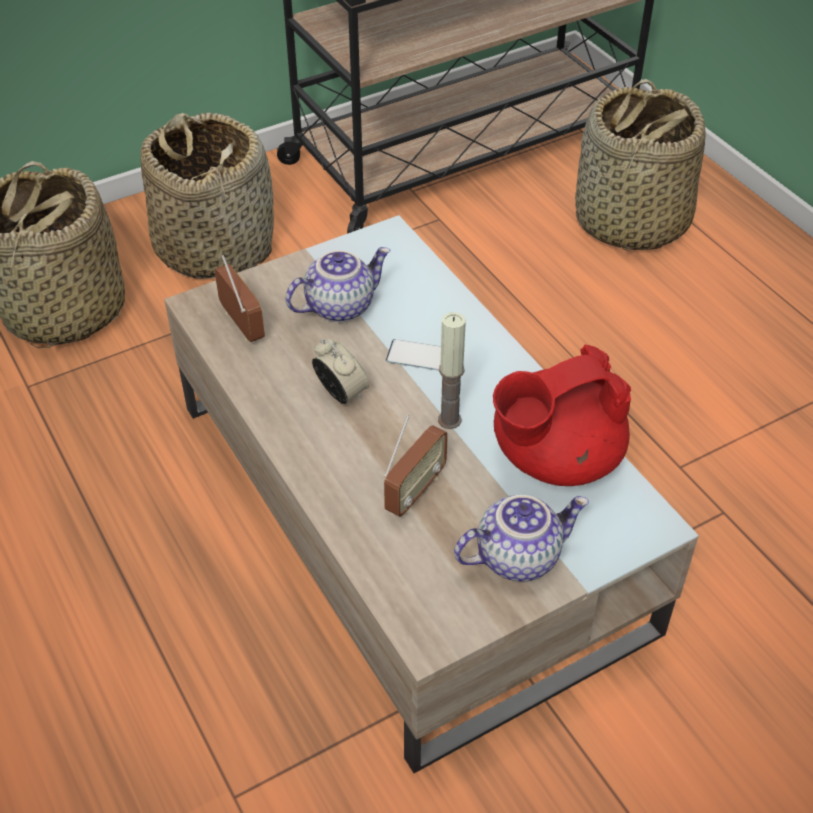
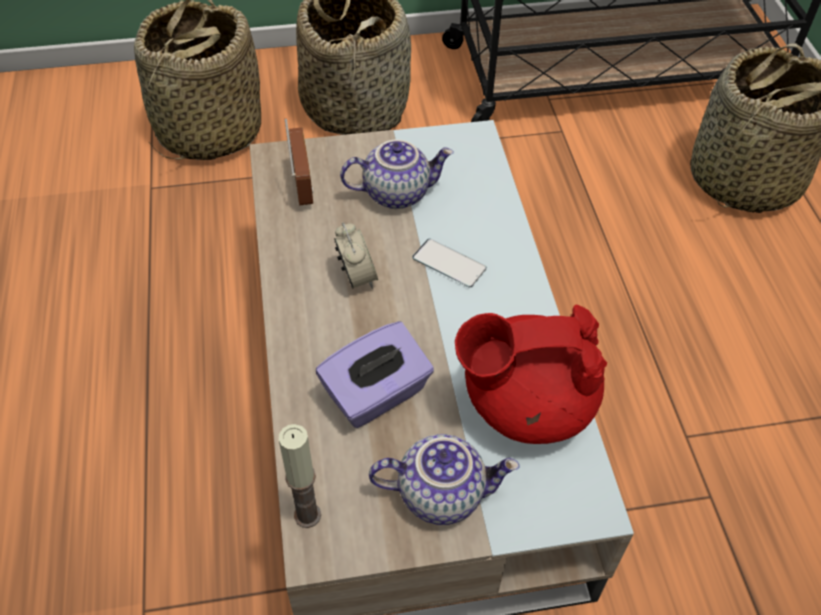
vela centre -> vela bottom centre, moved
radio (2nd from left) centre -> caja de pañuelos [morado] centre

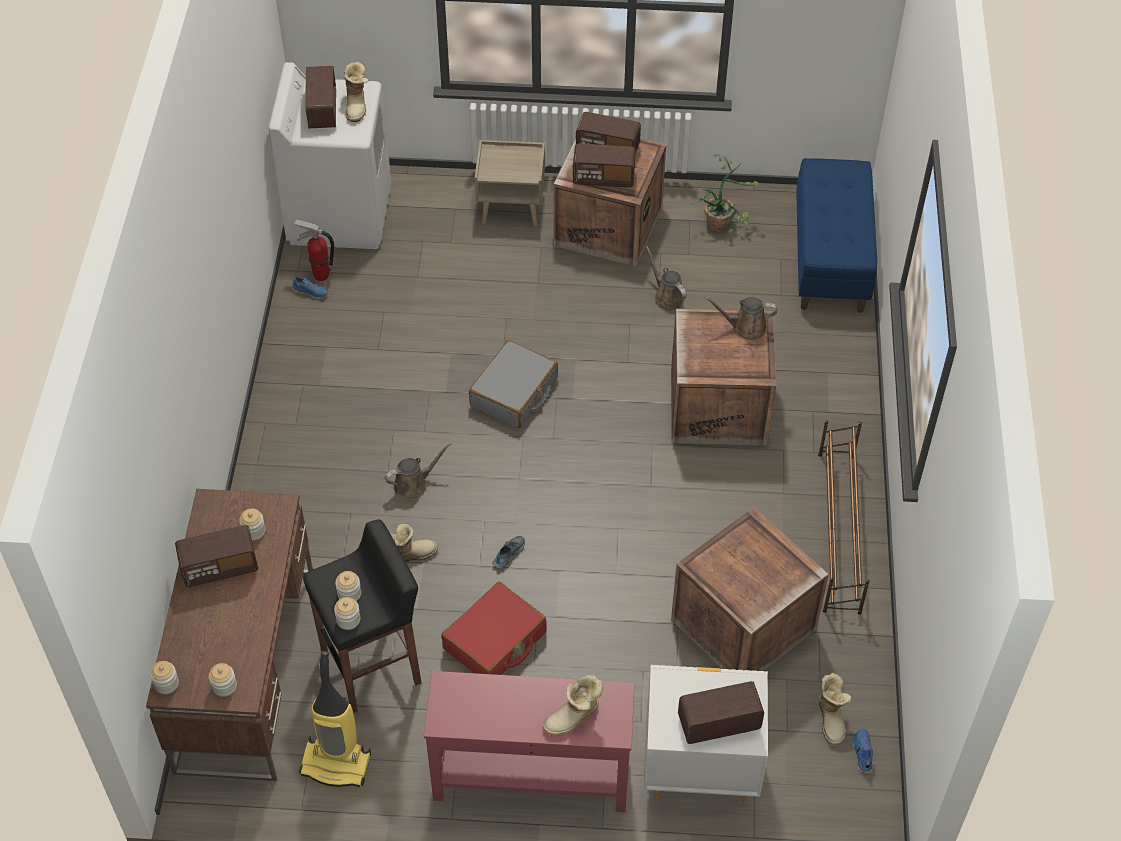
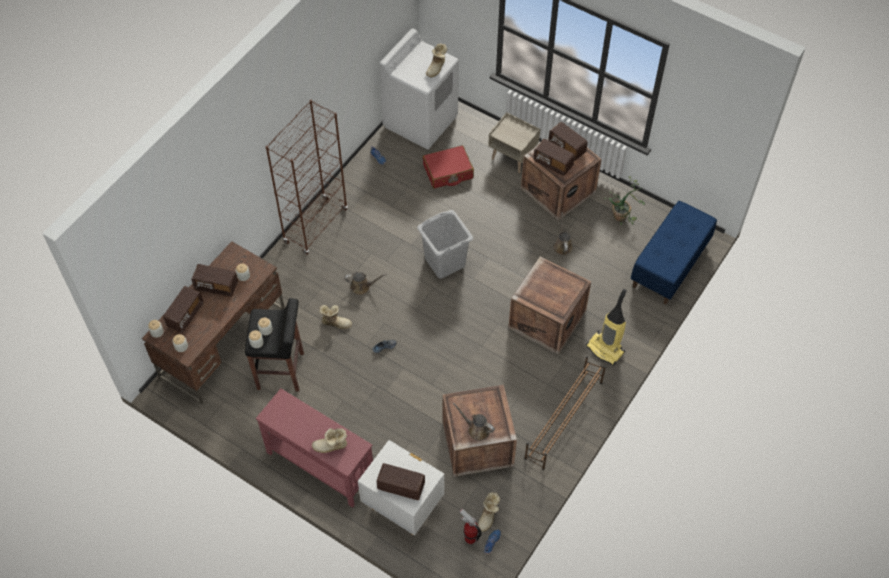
radio (2nd from left in the first image) top left -> radio (1st from left) middle left, moved
extintor top left -> extintor bottom centre, moved
regadera [marrón] (3rd from left in the first image) centre -> regadera [marrón] (2nd from left) bottom centre, moved
maleta [gris] centre -> cesto de la ropa [gris] centre
maleta [rojo] bottom centre -> maleta [rojo] top centre, moved
aspiradora bottom left -> aspiradora middle right, moved
none -> estantería [marrón] top centre

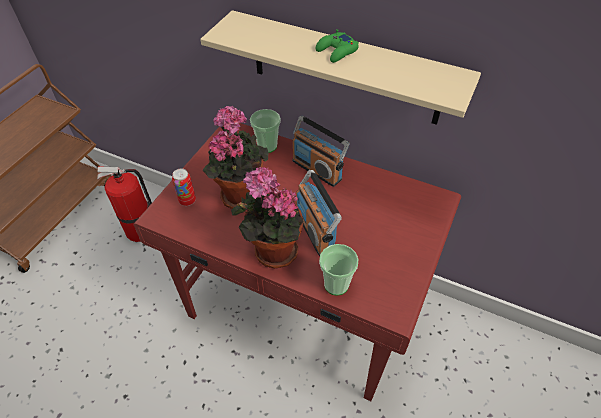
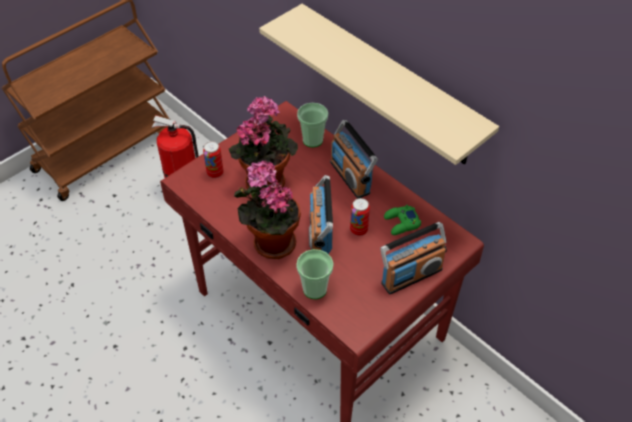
mando de consola [verde] top centre -> mando de consola [verde] centre, moved
none -> lata (2nd from left) centre
none -> radio (3rd from left) centre

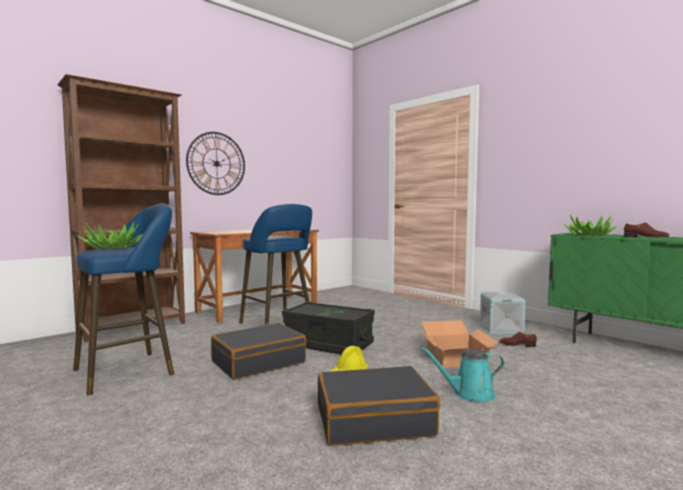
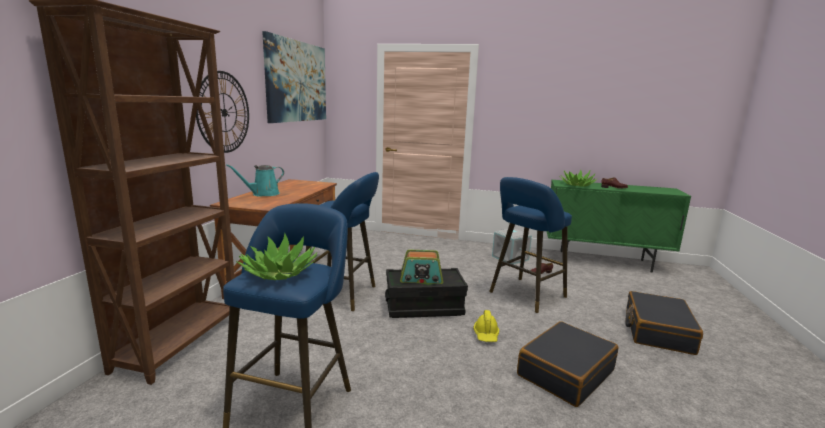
caja de cartón bottom right -> taburete [azul] (3rd from left) centre
maleta [negro] (1st from left in the first image) bottom centre -> maleta [negro] (2nd from left) bottom right, moved
regadera [turquesa] bottom right -> regadera [turquesa] middle left, moved
none -> cuadro top centre
none -> radio centre

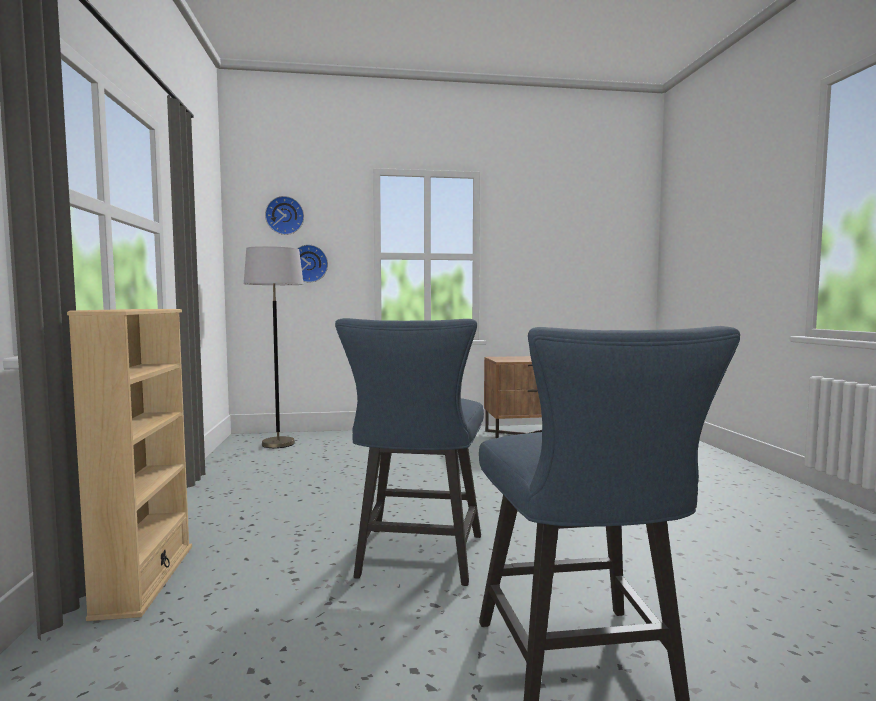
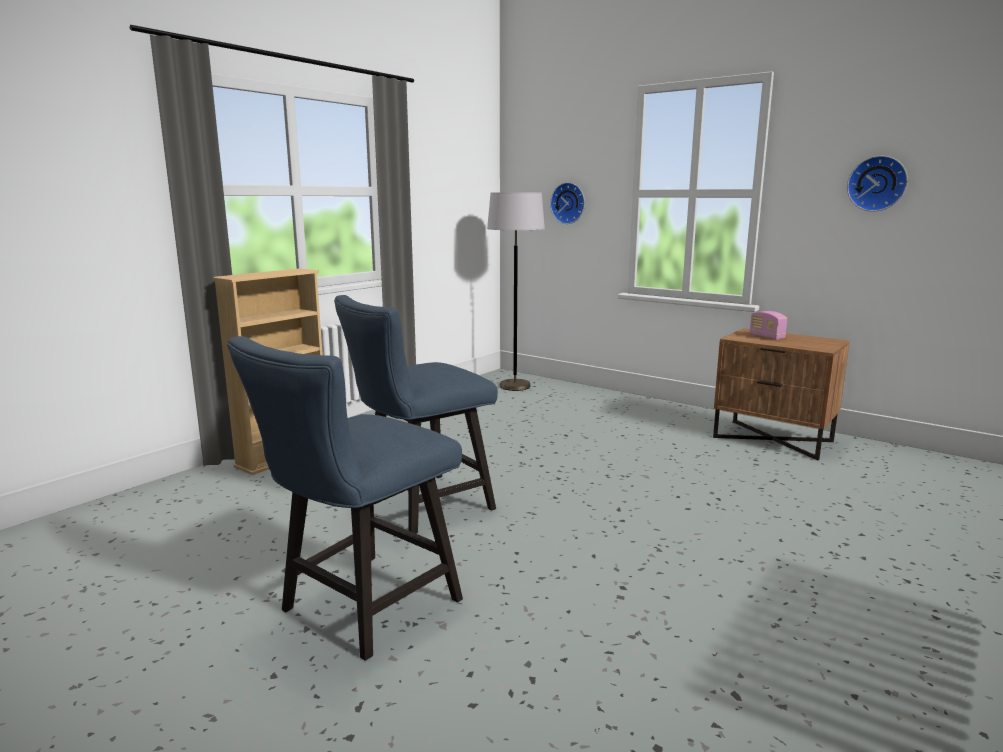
reloj de pared (1st from left in the first image) top left -> reloj de pared (2nd from left) top right, moved
none -> radio middle right

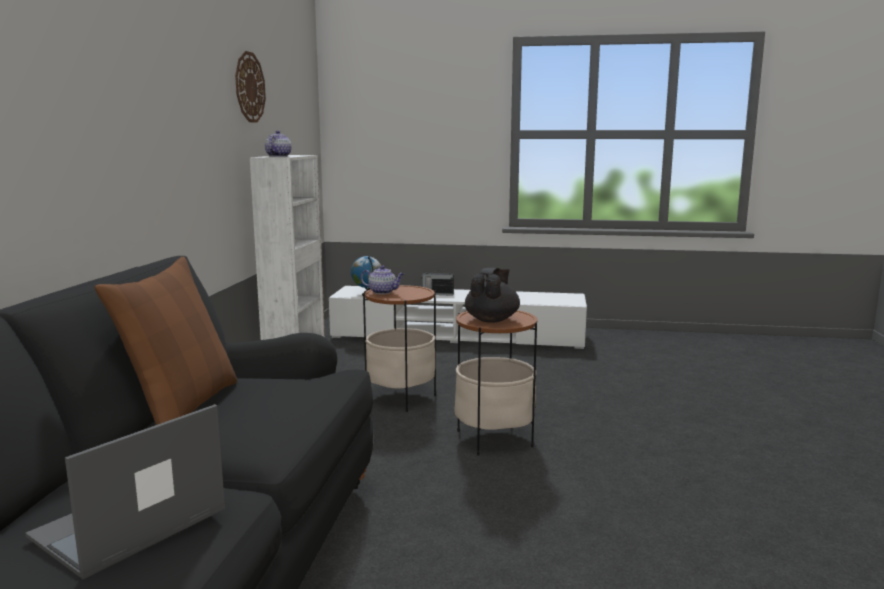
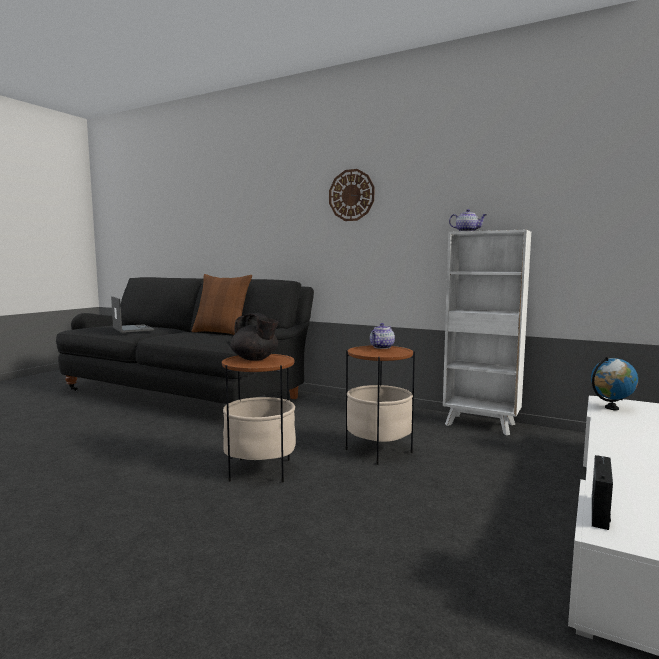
reloj de pared top left -> reloj de pared top centre, moved
radio centre -> radio bottom right, moved

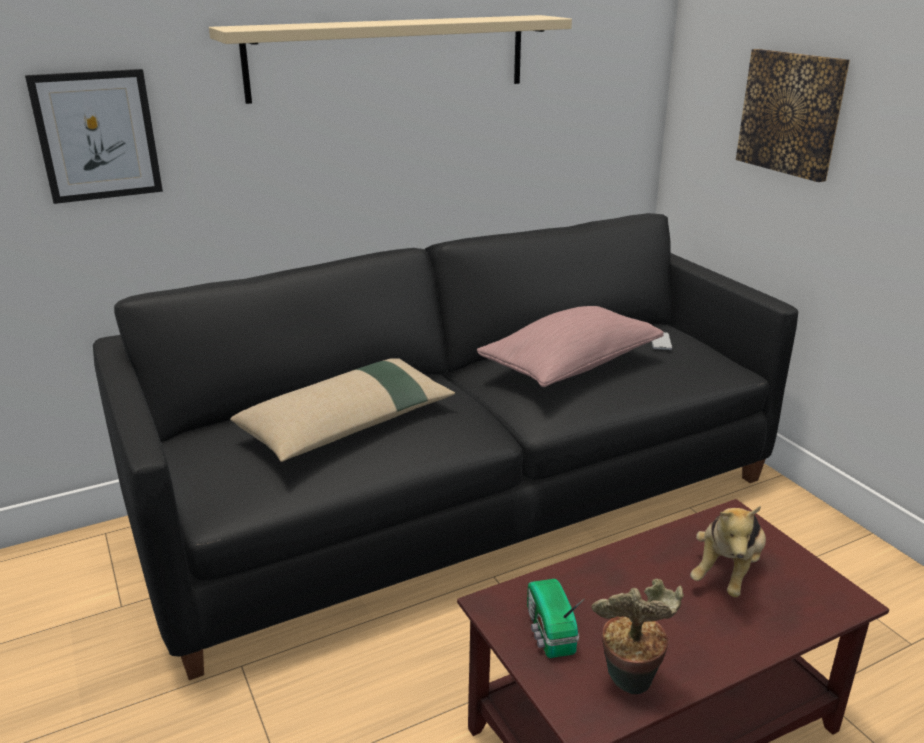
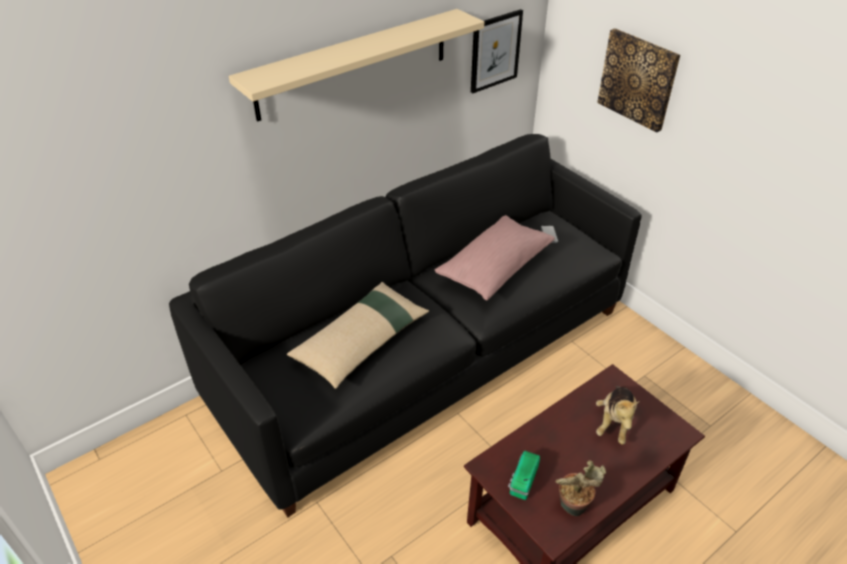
cuadro (1st from left) top left -> cuadro (1st from left) top centre, moved
radio bottom centre, 45 degrees clockwise

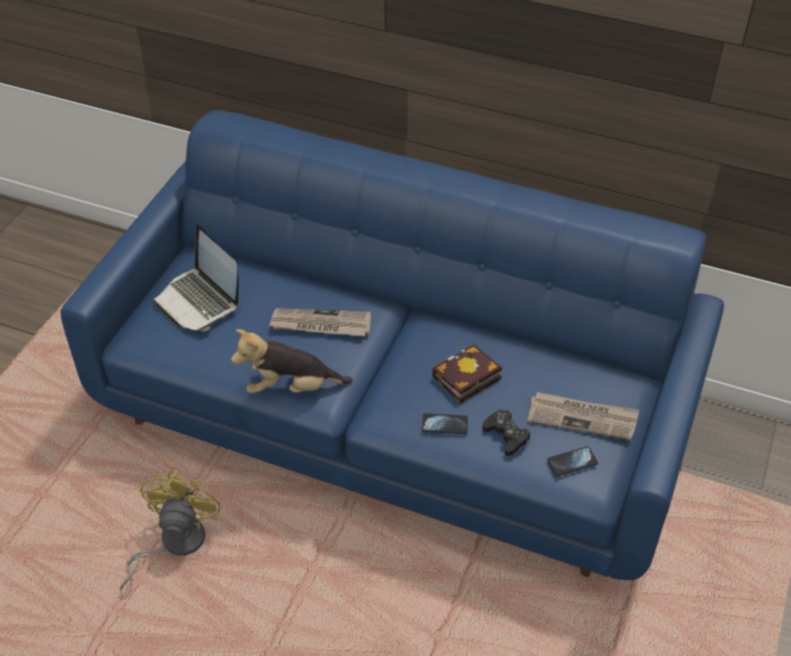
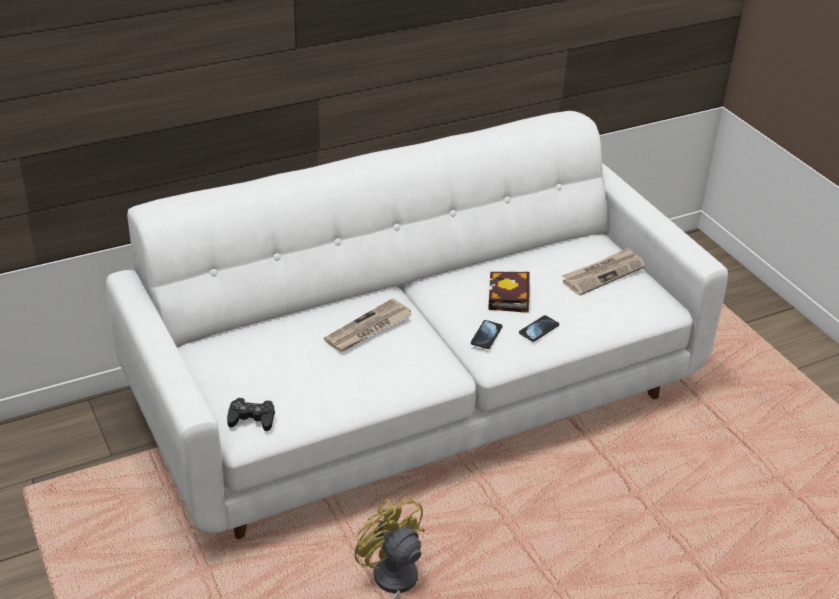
sofá [azul] centre -> sofá [blanco] centre
portátil middle left -> none
peluche centre -> none
mando de consola [negro] centre -> mando de consola [negro] bottom left, moved
móvil (2nd from left in the first image) bottom right -> móvil (1st from left) centre, moved

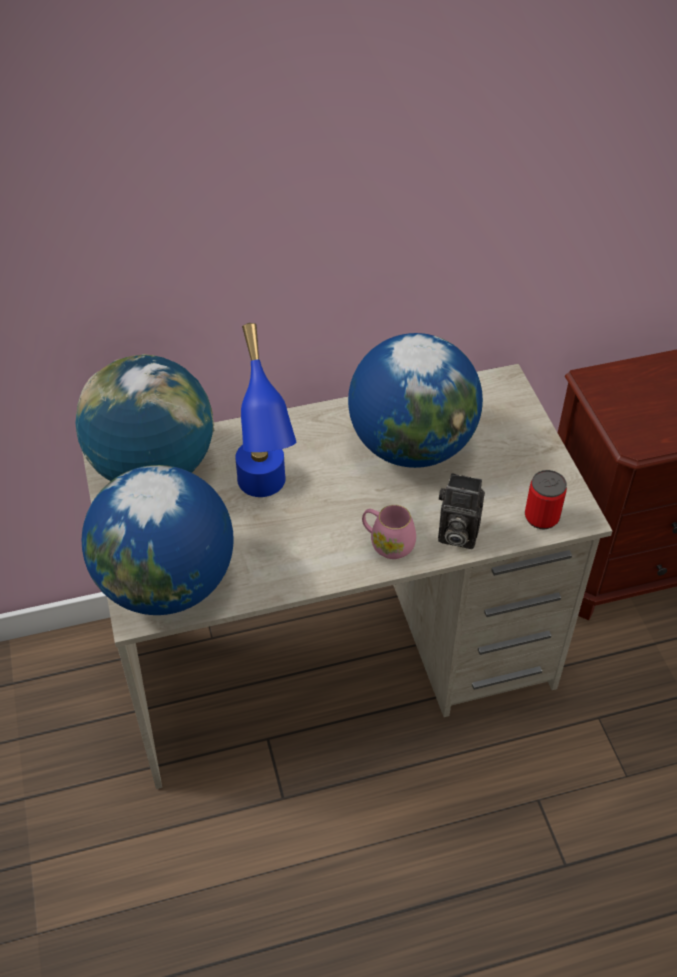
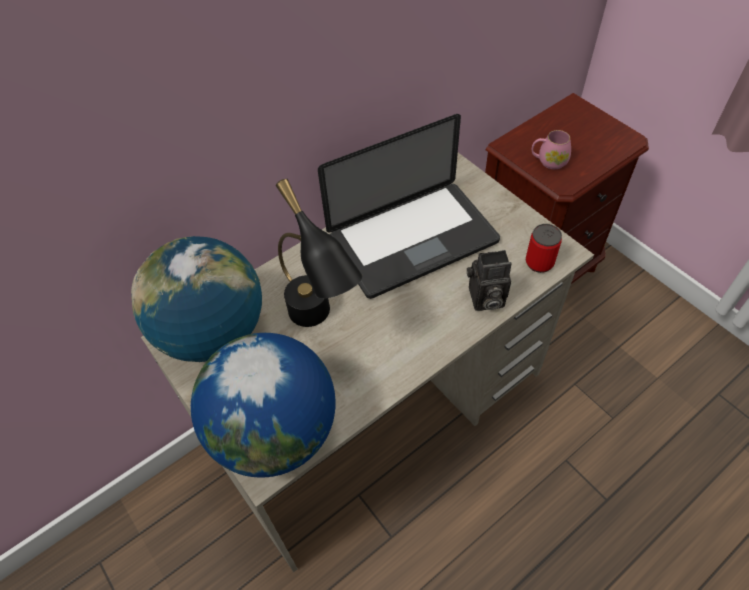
lámpara de mesa [azul] centre -> lámpara de mesa [negro] centre
globo terráqueo (3rd from left) centre -> portátil centre
taza grande [rosa] centre -> taza grande [rosa] top right, moved

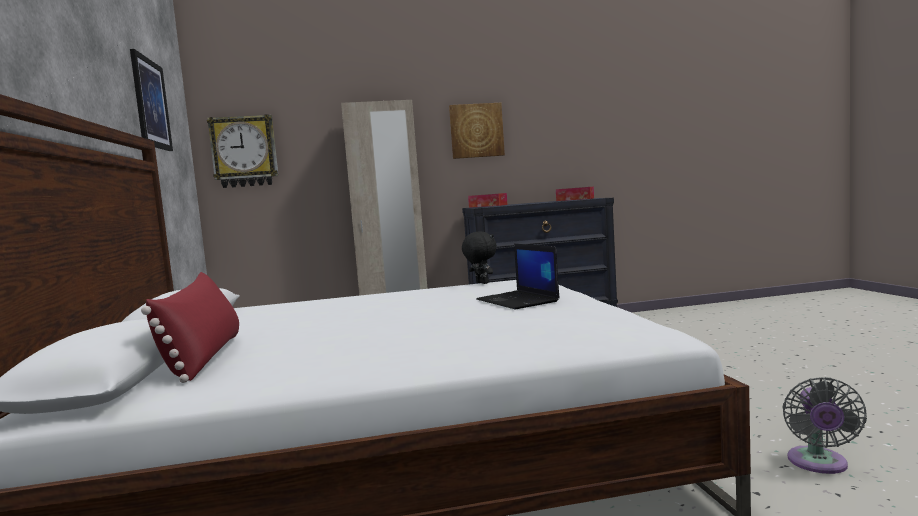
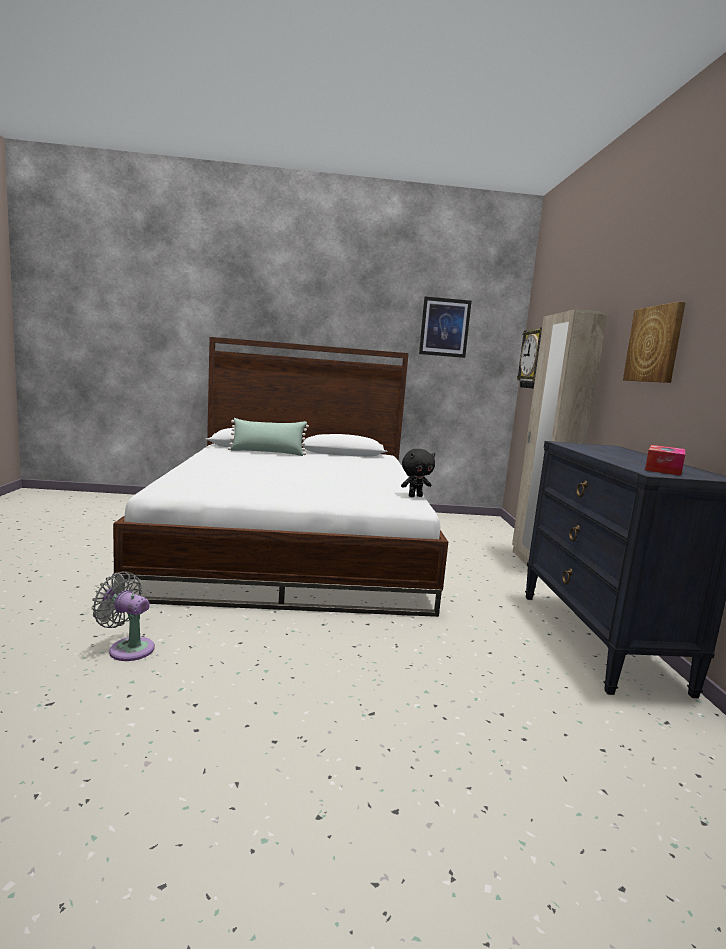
caja de pañuelos (1st from left) centre -> none
portátil centre -> none
cojín [rojo] middle left -> cojín [verde] centre

